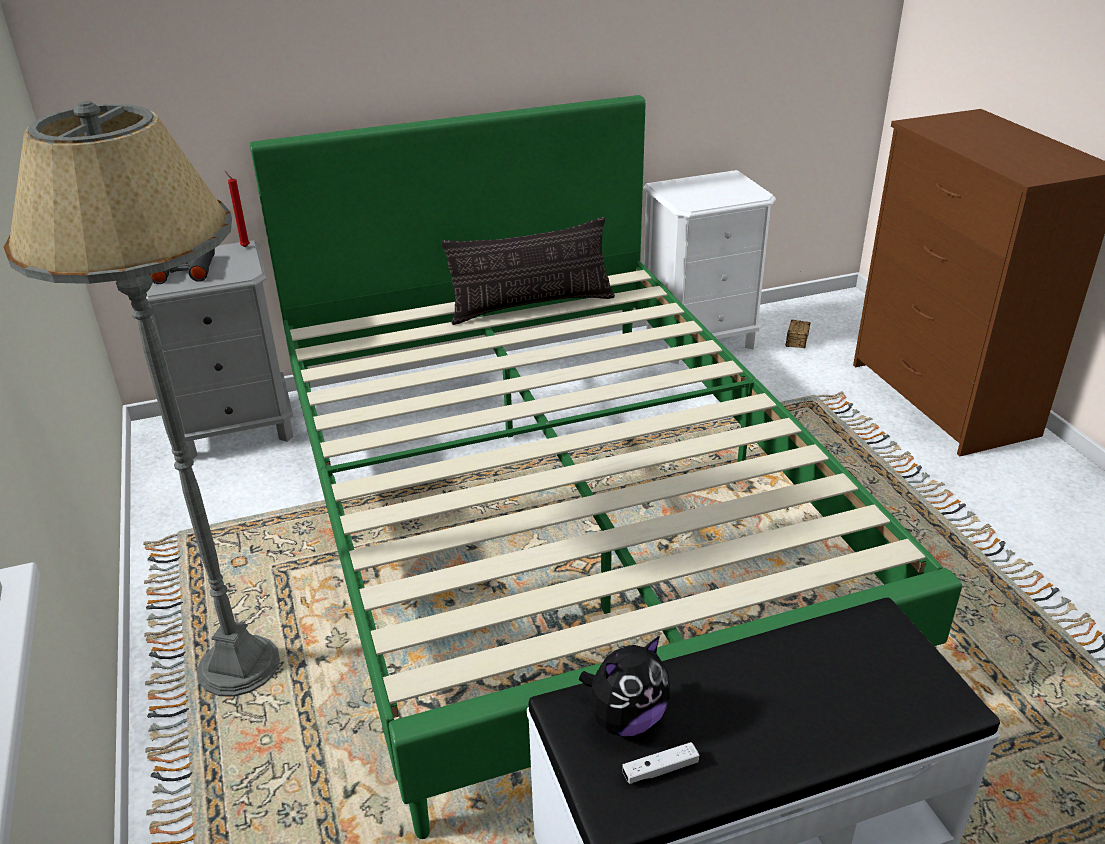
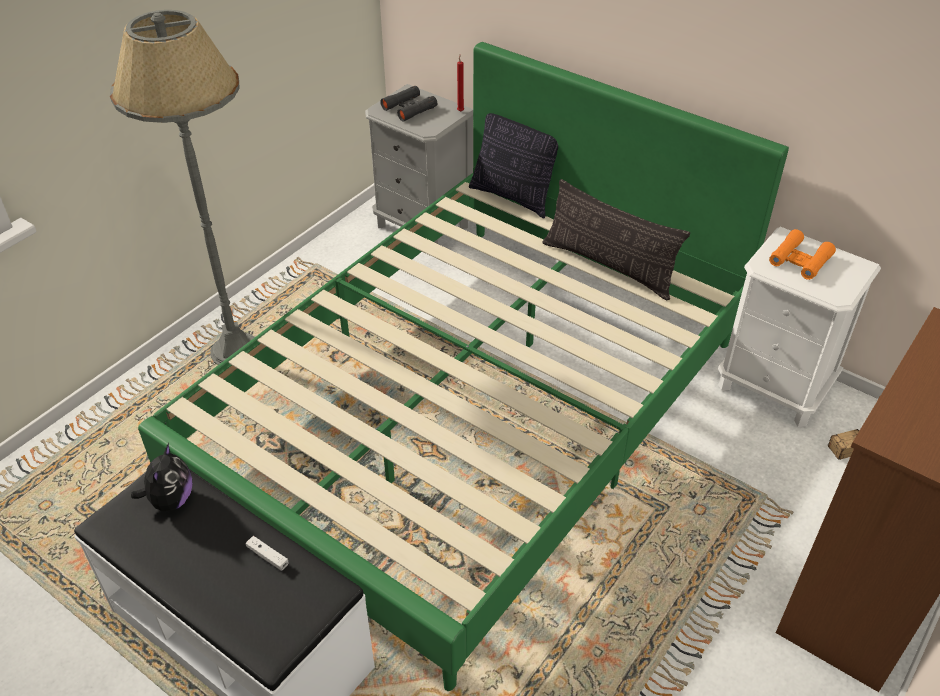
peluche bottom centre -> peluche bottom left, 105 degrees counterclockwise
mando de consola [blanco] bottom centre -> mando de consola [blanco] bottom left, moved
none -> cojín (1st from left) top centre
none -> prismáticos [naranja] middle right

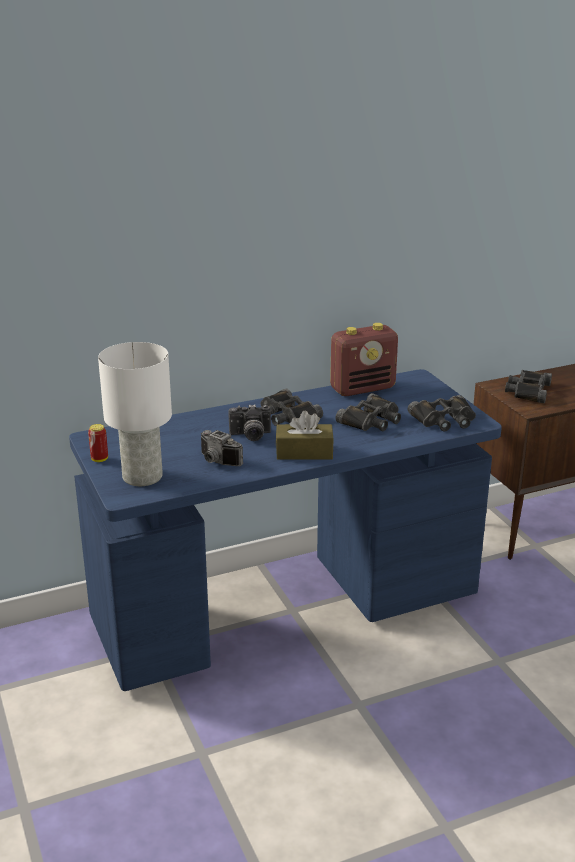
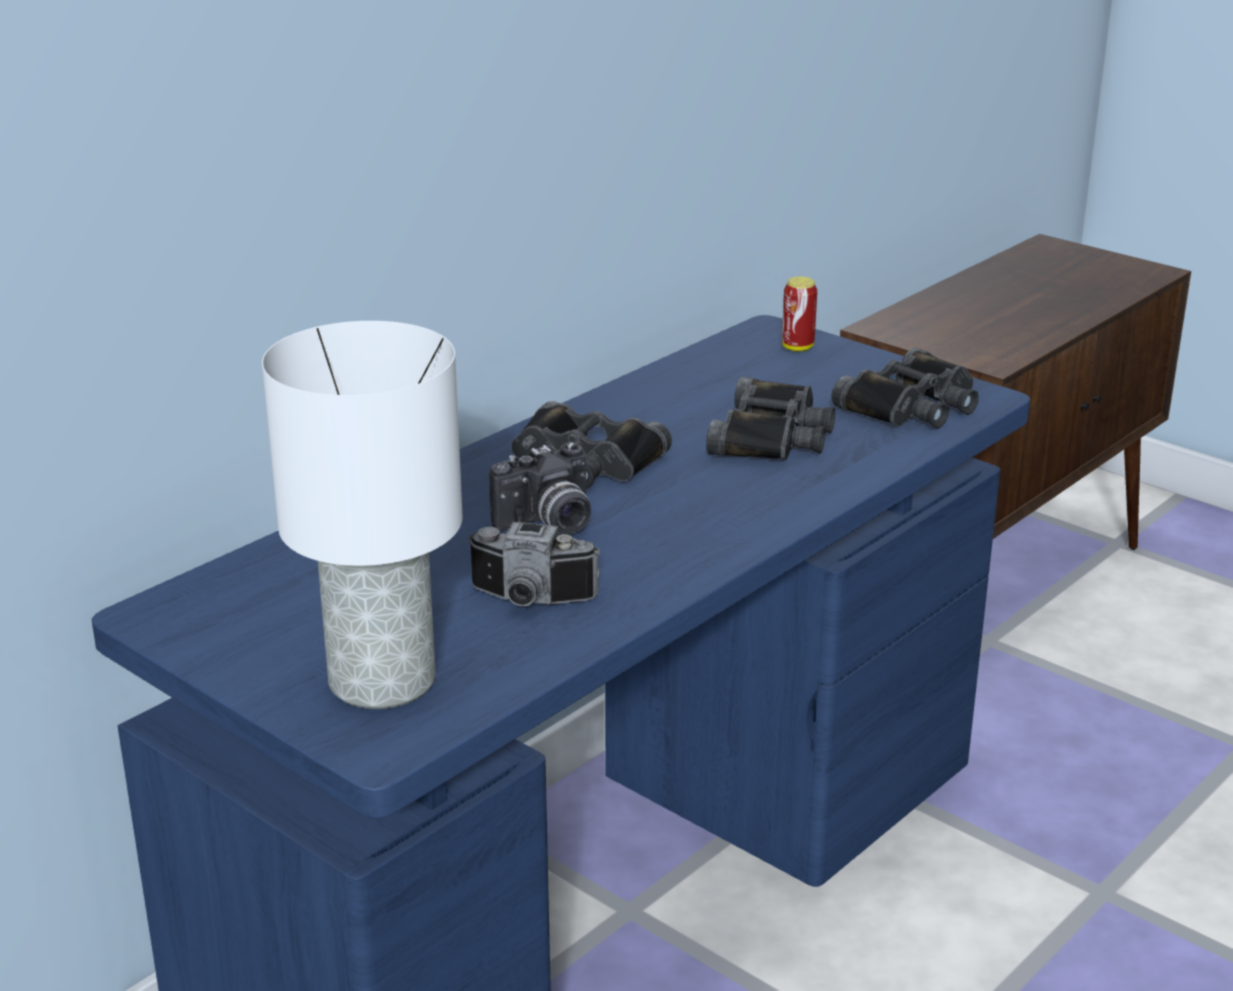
radio centre -> none
prismáticos [negro] (4th from left) middle right -> none
caja de pañuelos [marrón] centre -> none
lata middle left -> lata top centre, moved

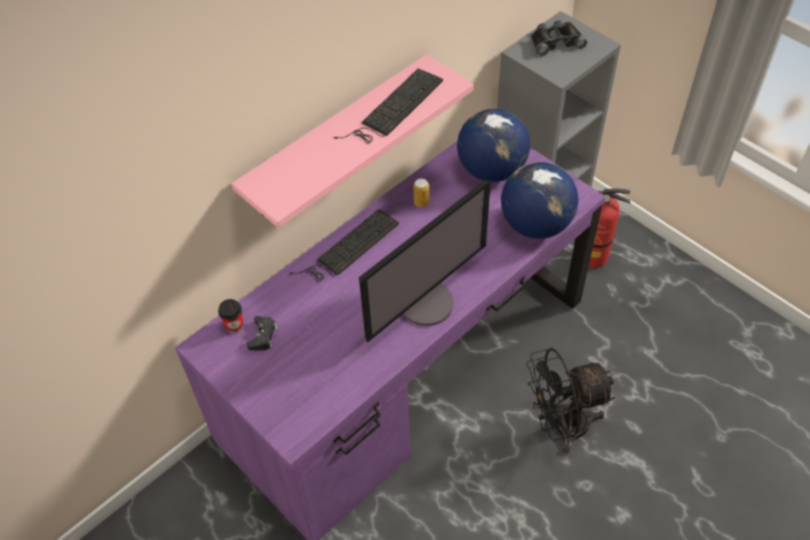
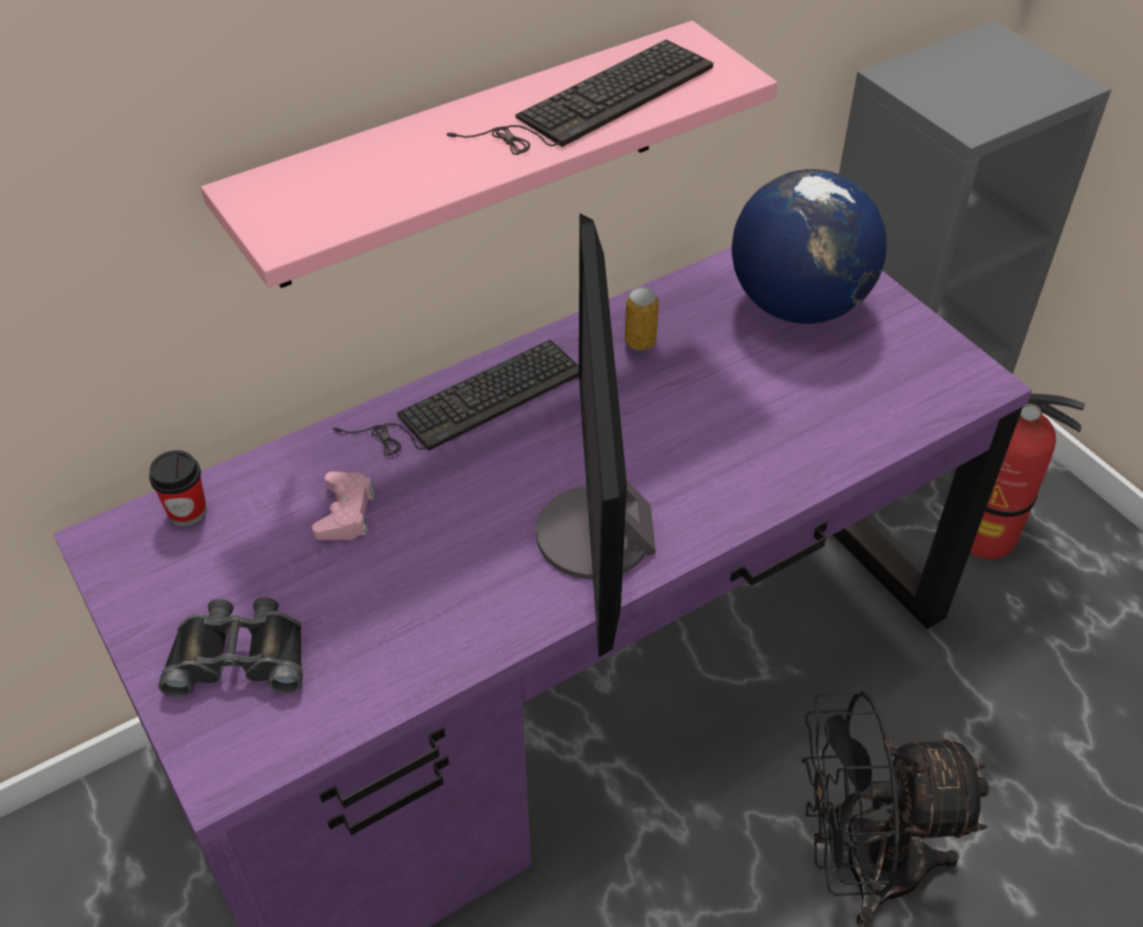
prismáticos [negro] top right -> prismáticos [negro] bottom left, moved
globo terráqueo (2nd from left) centre -> none
monitor centre, 120 degrees clockwise
mando de consola [negro] middle left -> none
none -> mando de consola [rosa] middle left

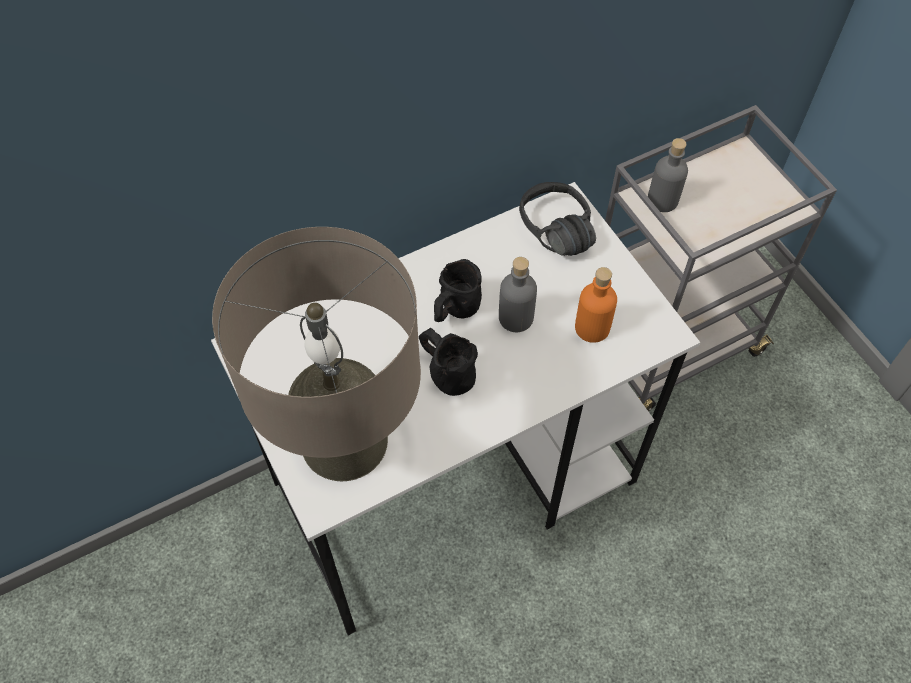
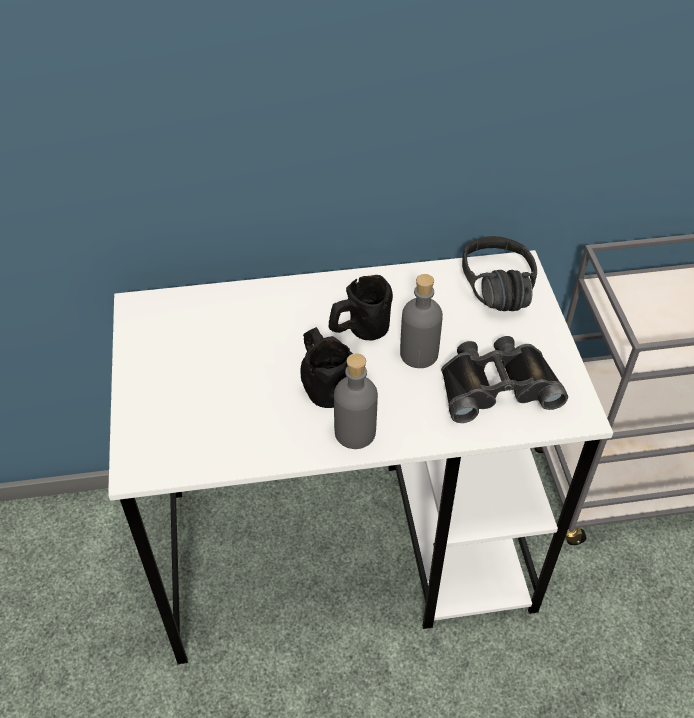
botella [gris] (2nd from left in the first image) top right -> botella [gris] (1st from left) centre, moved
lámpara de mesa [beis] centre -> none
botella [naranja] centre -> prismáticos [negro] middle right

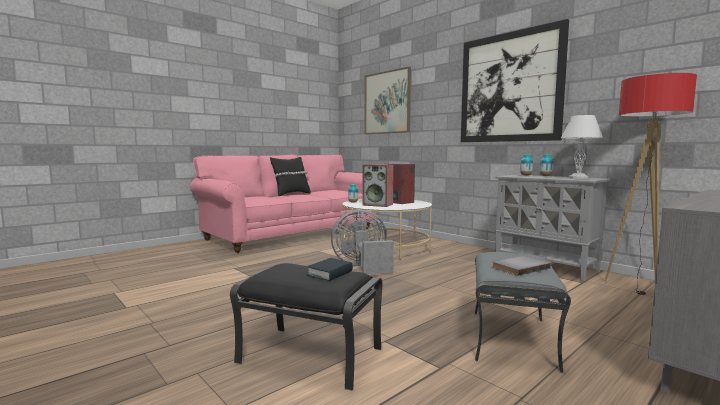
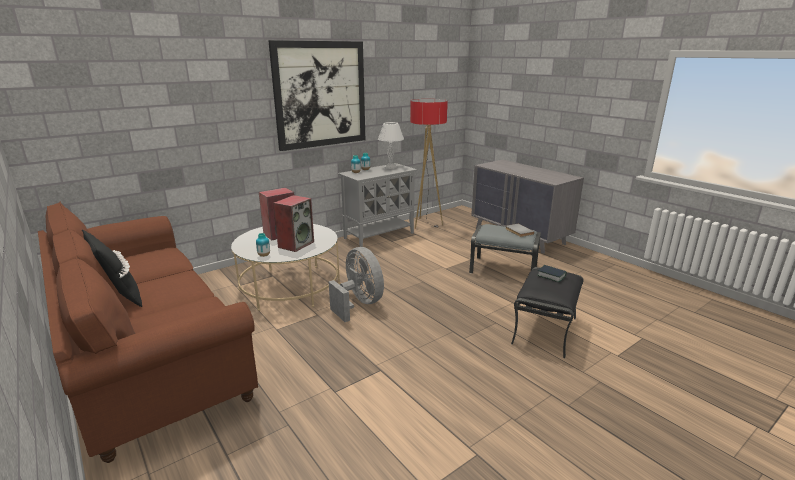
cuadro (1st from left) top centre -> none
sofá [rosa] centre -> sofá [marrón] bottom left
ventilador [gris] centre, 150 degrees clockwise

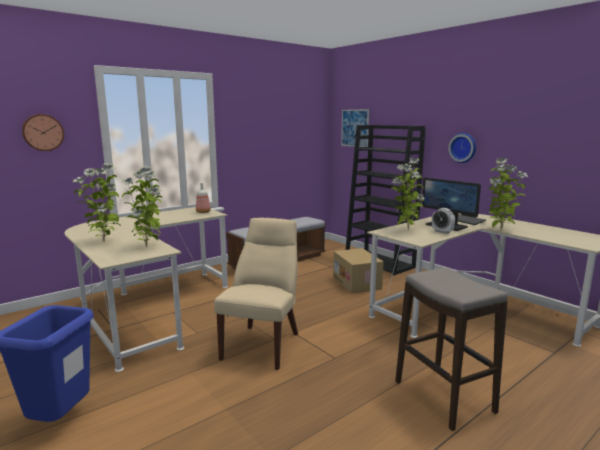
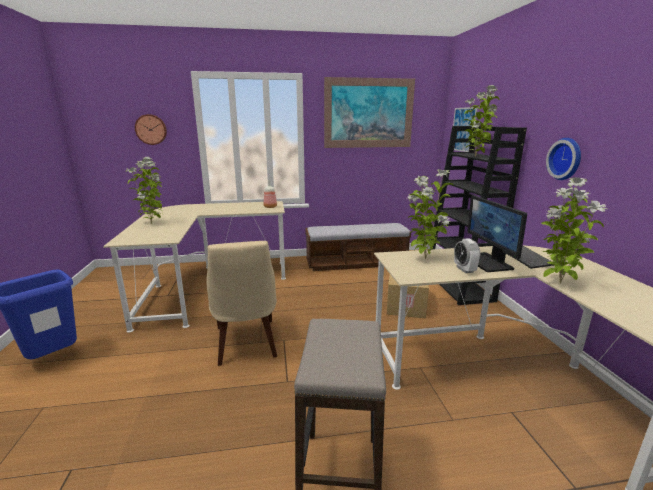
planta en maceta (2nd from left in the first image) middle left -> planta en maceta (3rd from left) top right, moved
silla [beis] centre, 120 degrees clockwise
none -> cuadro (1st from left) top centre

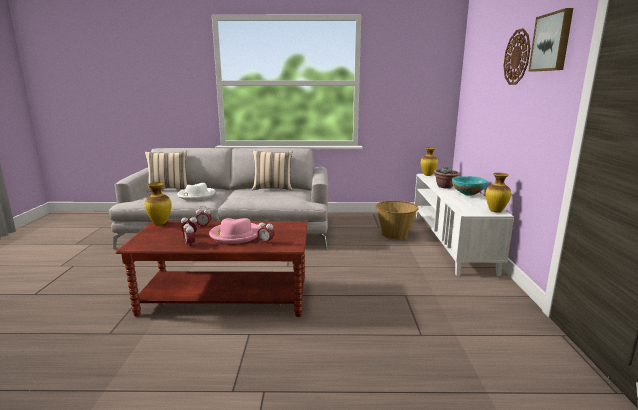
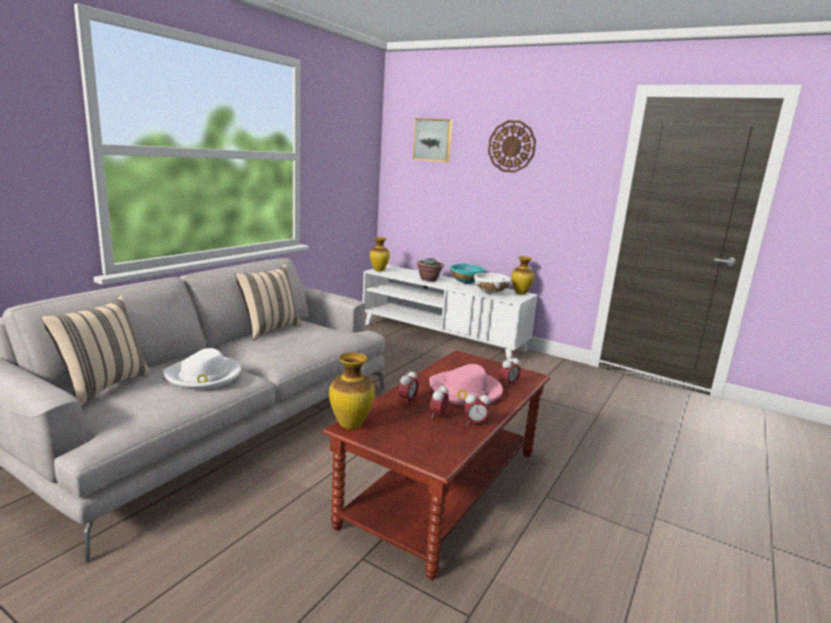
cuadro top right -> cuadro top centre, moved
cesta centre -> none
none -> cuenco [blanco] centre

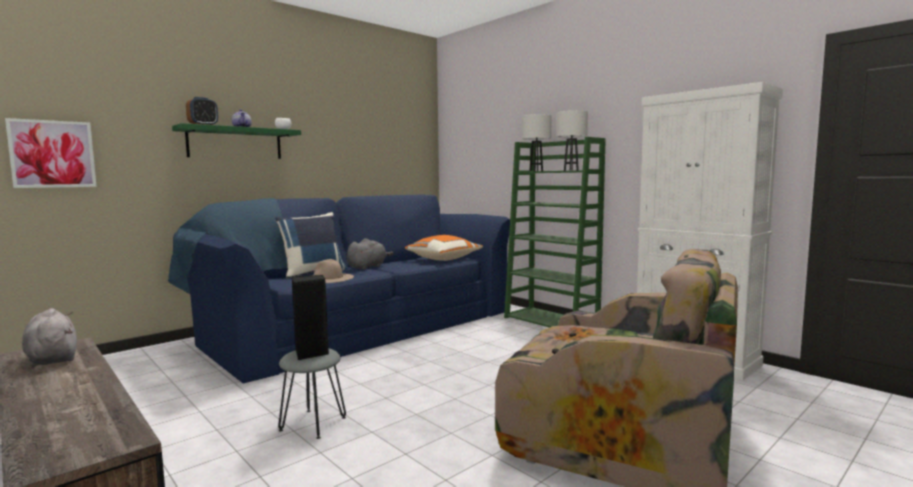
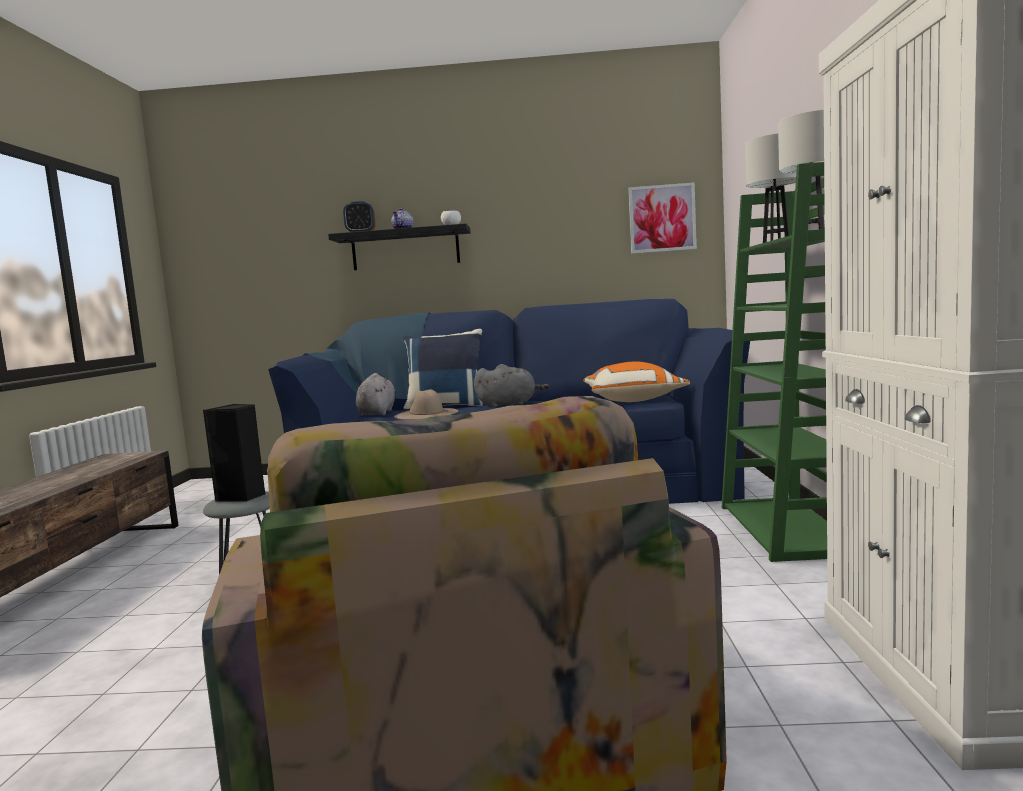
cuadro top left -> cuadro top centre, moved
estante [verde] top left -> estante [negro] top centre
peluche [gris] (1st from left) bottom left -> peluche [gris] (1st from left) centre, moved

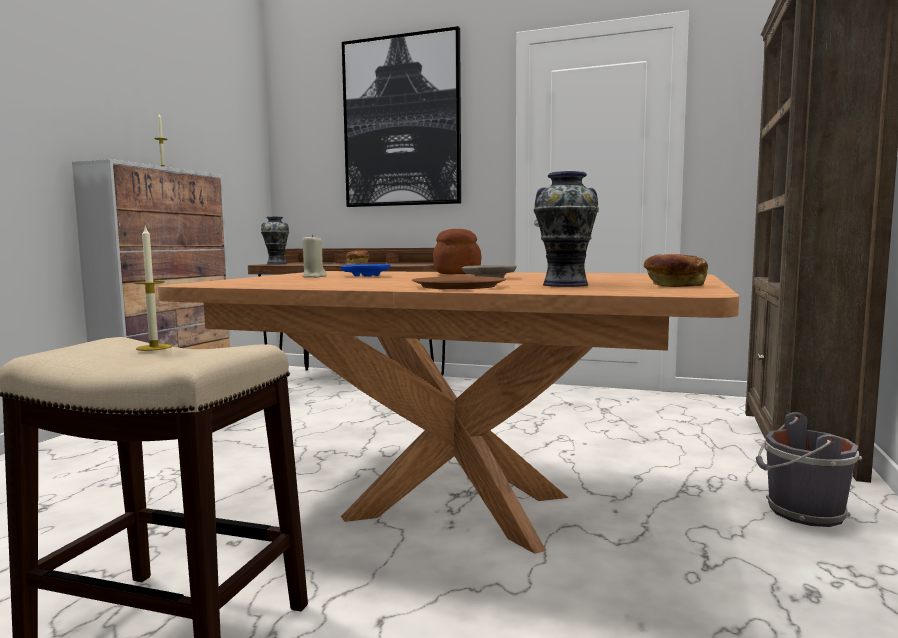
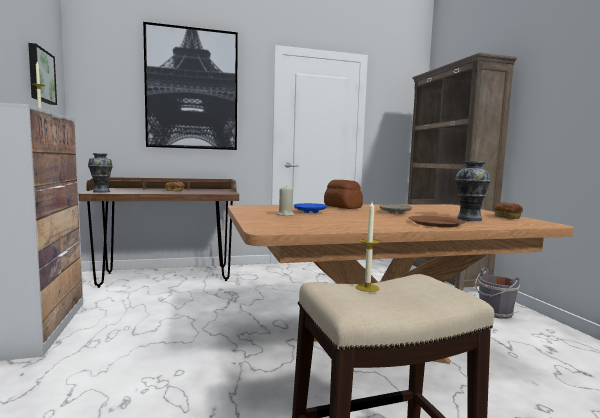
none -> cuadro (1st from left) top left

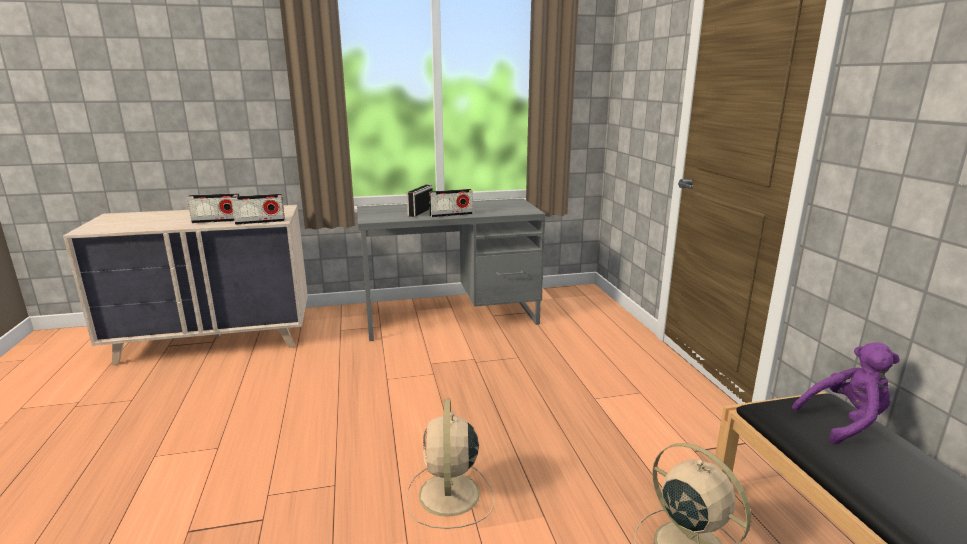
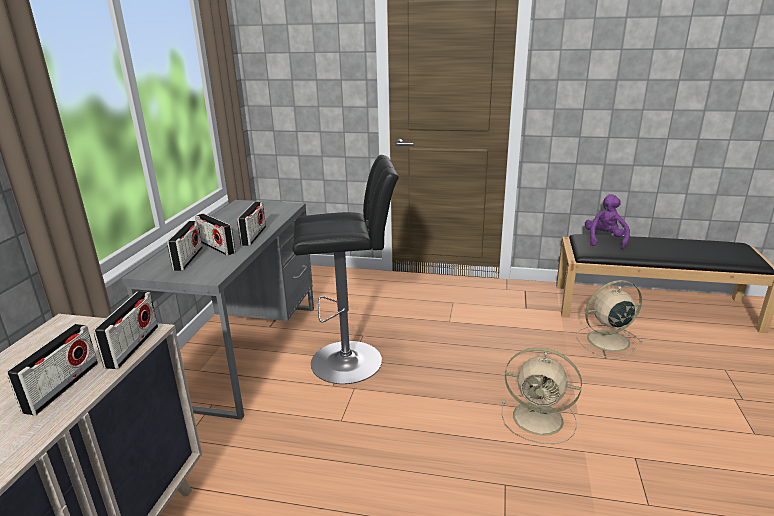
none -> taburete [negro] centre
none -> radio (3rd from left) middle left

